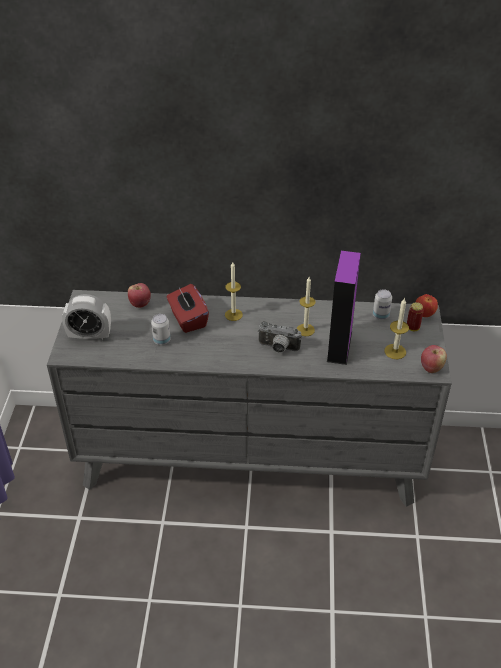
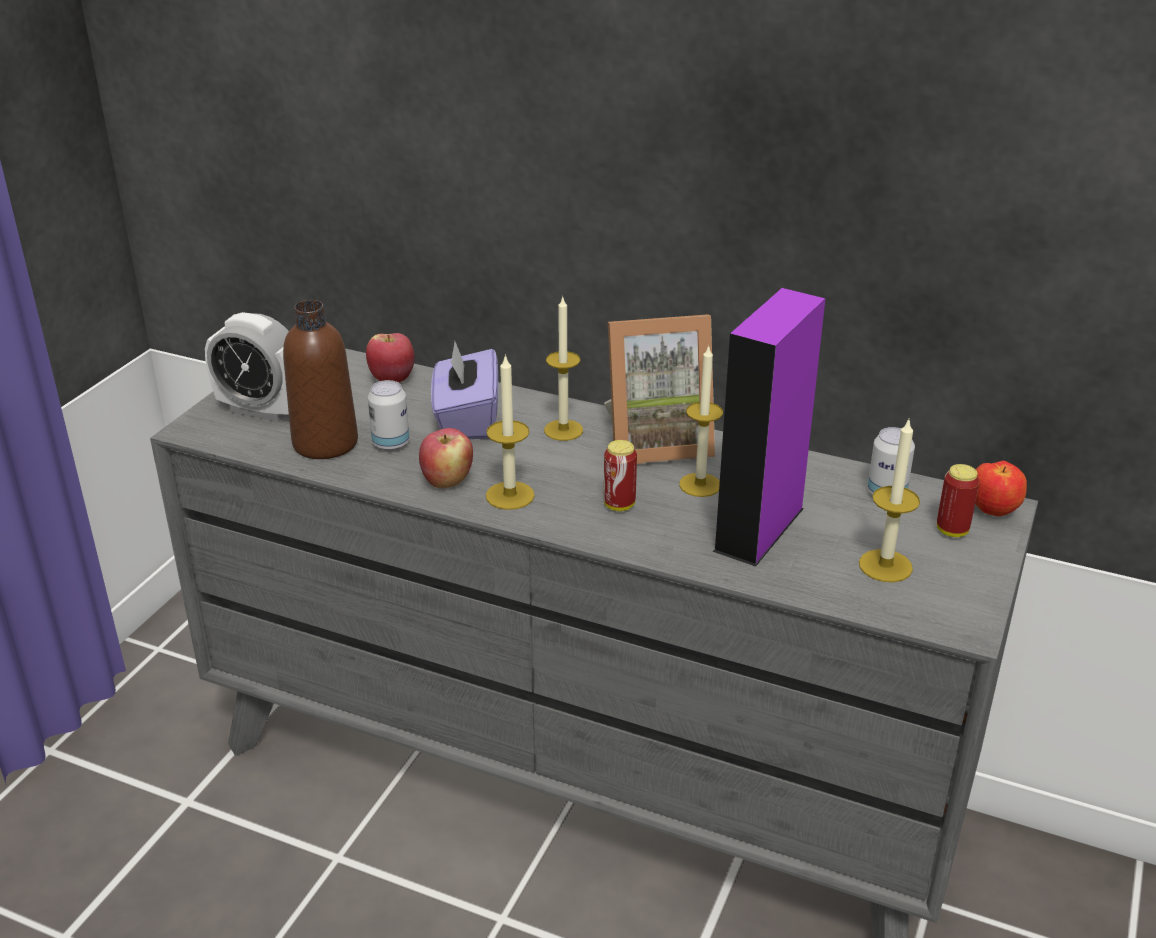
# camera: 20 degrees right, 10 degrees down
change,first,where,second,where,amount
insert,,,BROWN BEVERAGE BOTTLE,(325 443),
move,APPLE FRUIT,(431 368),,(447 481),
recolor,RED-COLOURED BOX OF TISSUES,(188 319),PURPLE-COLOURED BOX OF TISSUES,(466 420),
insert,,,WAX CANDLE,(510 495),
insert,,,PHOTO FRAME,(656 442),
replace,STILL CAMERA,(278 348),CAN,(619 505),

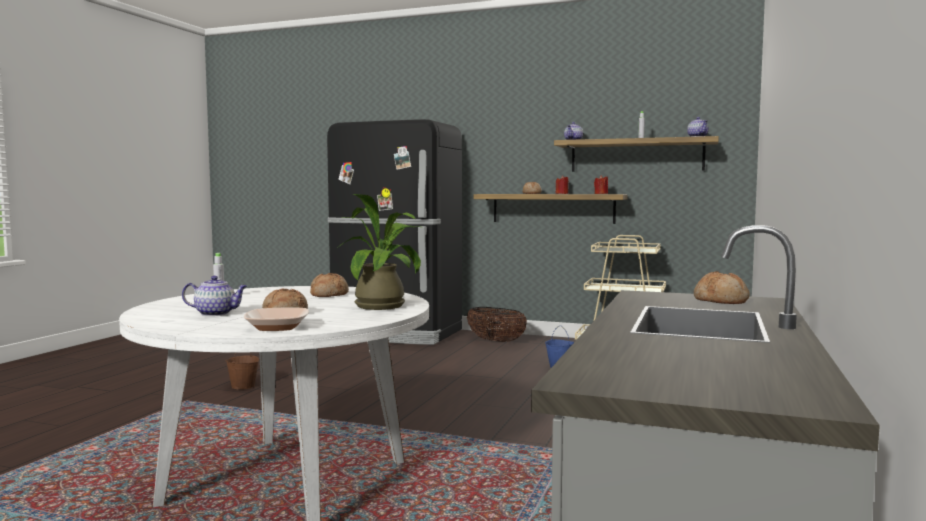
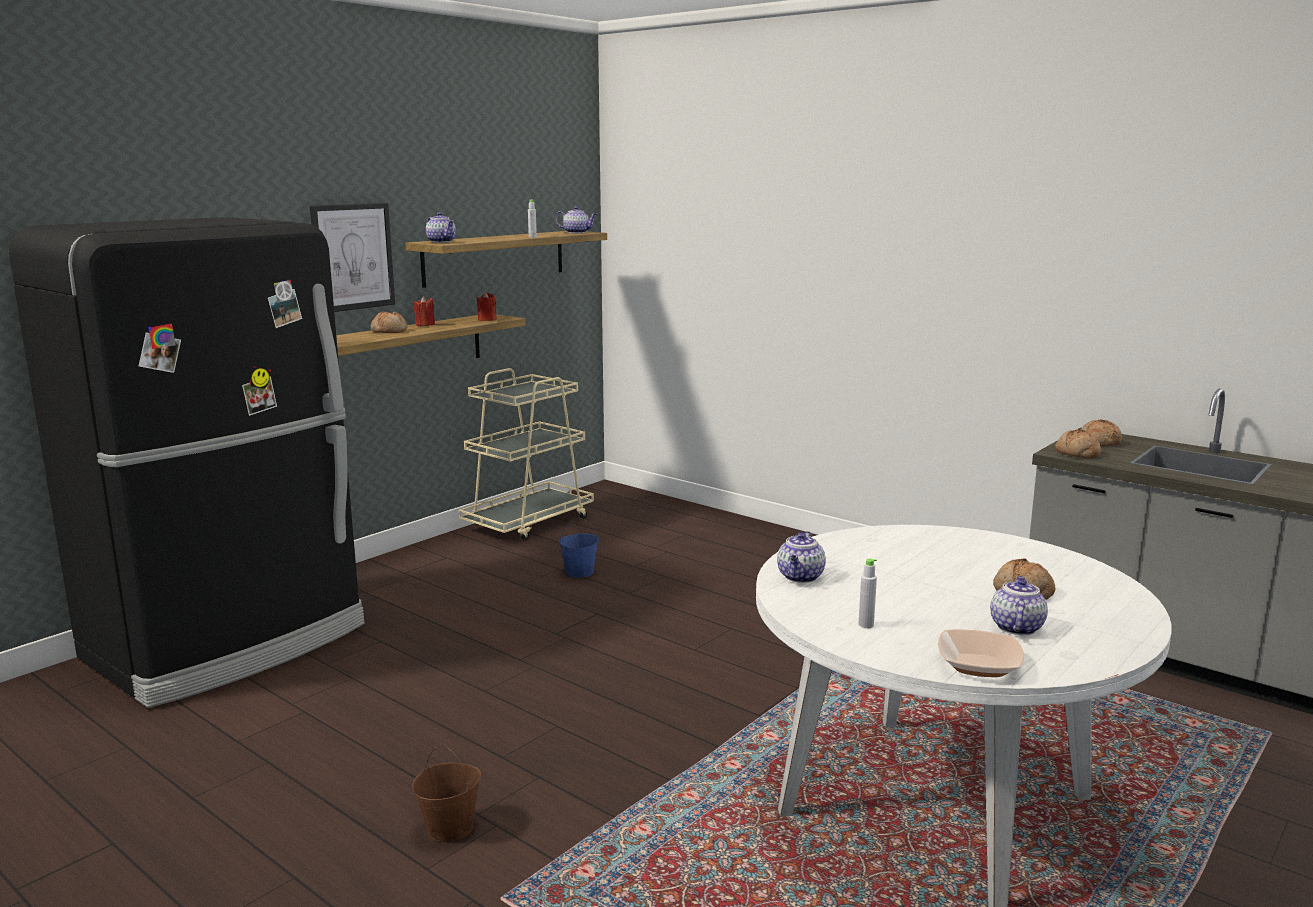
# camera: 70 degrees left, 10 degrees up
change,first,where,second,where,amount
insert,,,PICTURE,(353 257),
insert,,,POT FOR TEA,(800 577),
move,SERVING BOWL,(277 327),,(978 665),
move,BAKERY BREAD,(329 294),,(1076 453),
delete,PLANT IN A POT,(385 305),,,
delete,STORAGE BASKET,(496 341),,,

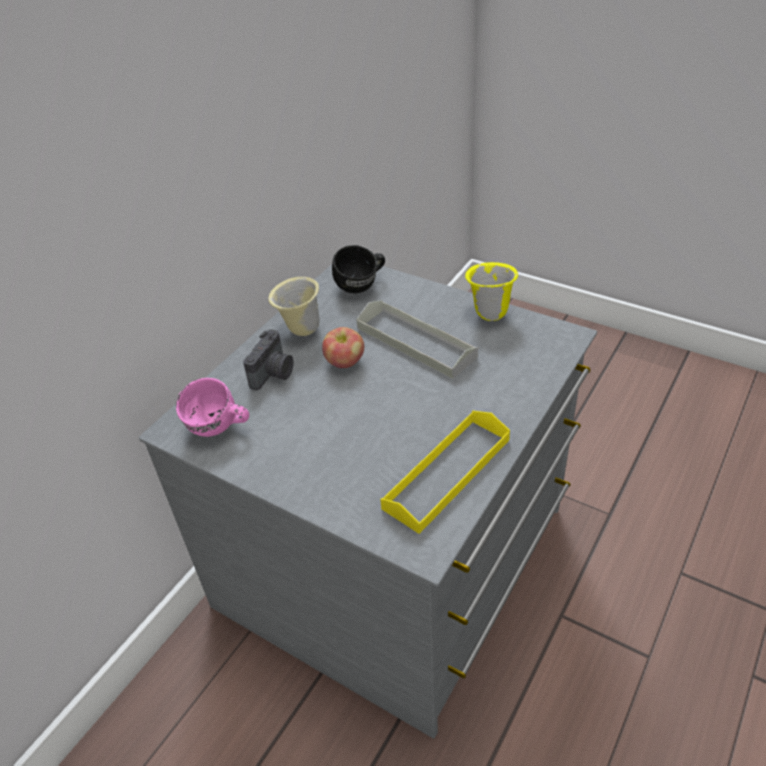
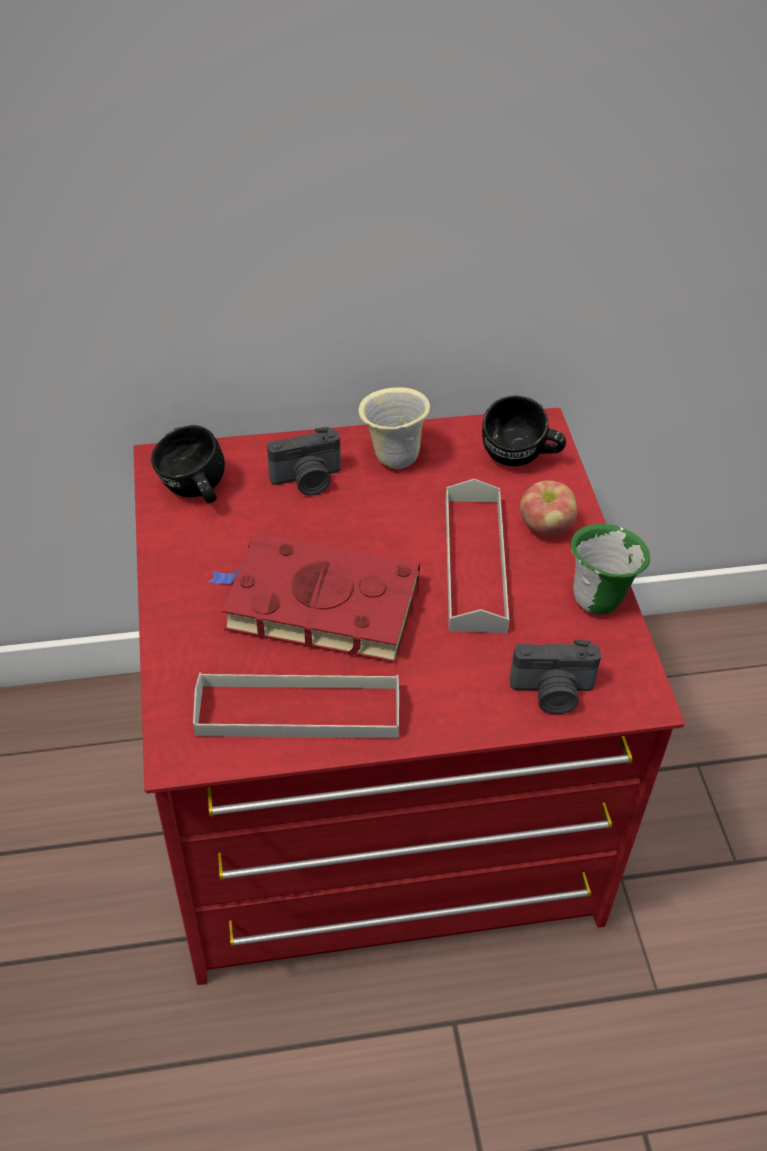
# camera: 45 degrees right, 5 degrees up
change,first,where,second,where,amount
recolor,GRAY DRESSER,(396 559),RED-COLOURED DRESSER,(377 801),
recolor,PINK-COLOURED COFFEE MUG,(219 429),BLACKISH COFFEE MUG,(193 493),
recolor,YELLOW-COLOURED CARRYING TRAY,(447 473),GRAY CARRYING TRAY,(298 711),
insert,,,RED-COLOURED BOOK,(317 604),
insert,,,STILL CAMERA,(552 693),
move,APPLE FRUIT,(345 362),,(545 527),
recolor,YELLOW-COLOURED COFFEE MUG,(489 313),GREEN-COLOURED COFFEE MUG,(599 598),

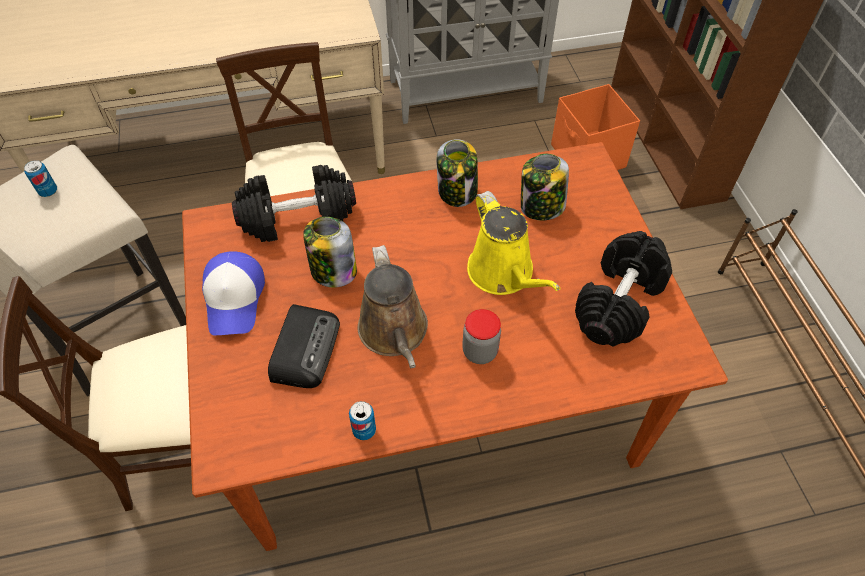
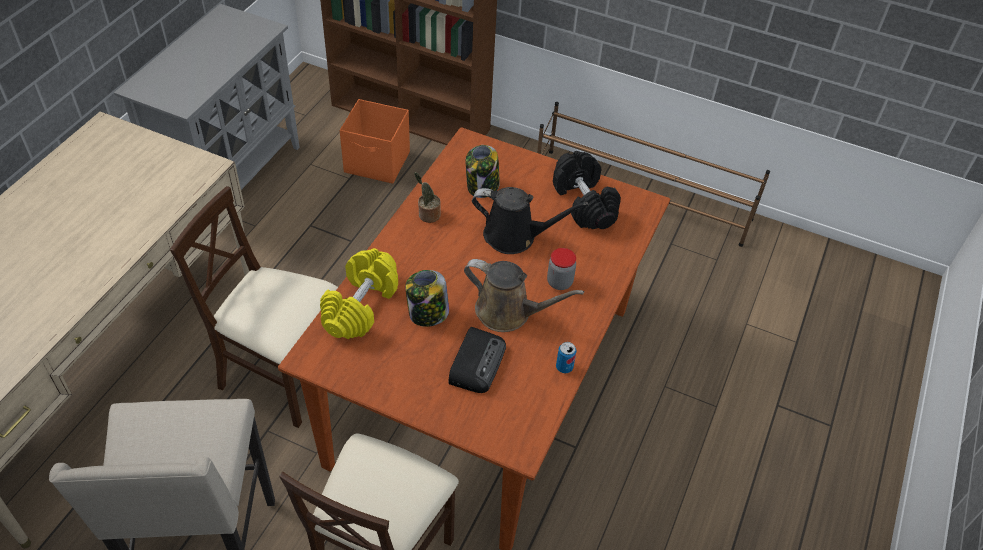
# camera: 55 degrees left, 5 degrees down
change,first,where,second,where,amount
recolor,BLACKISH DUMBBELL,(298 217),YELLOW-COLOURED DUMBBELL,(360 305),
replace,STORAGE JAR,(457 192),PLANT IN A POT,(427 215),
rotate,RADIO,(305 348),,(477 362),60 degrees clockwise
recolor,YELLOW-COLOURED SPRINKLING CAN,(503 274),BLACKISH SPRINKLING CAN,(515 236),
delete,CAN,(48 191),,,
delete,PEAKED CAP,(235 299),,,

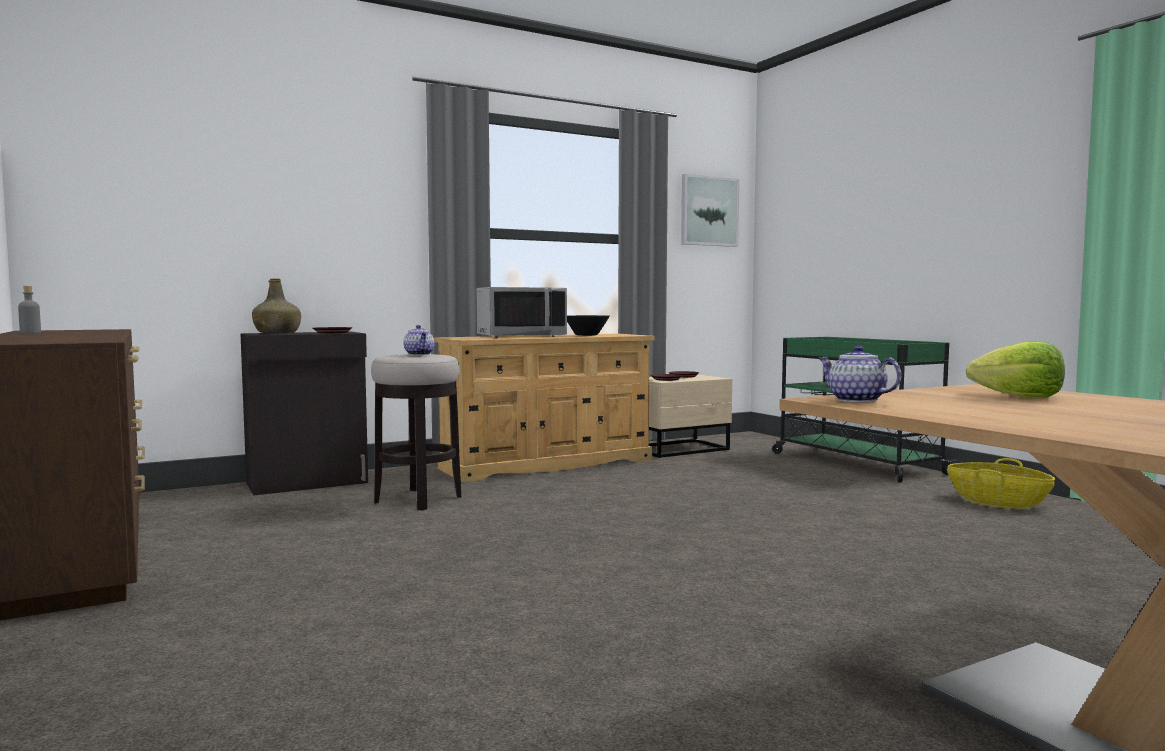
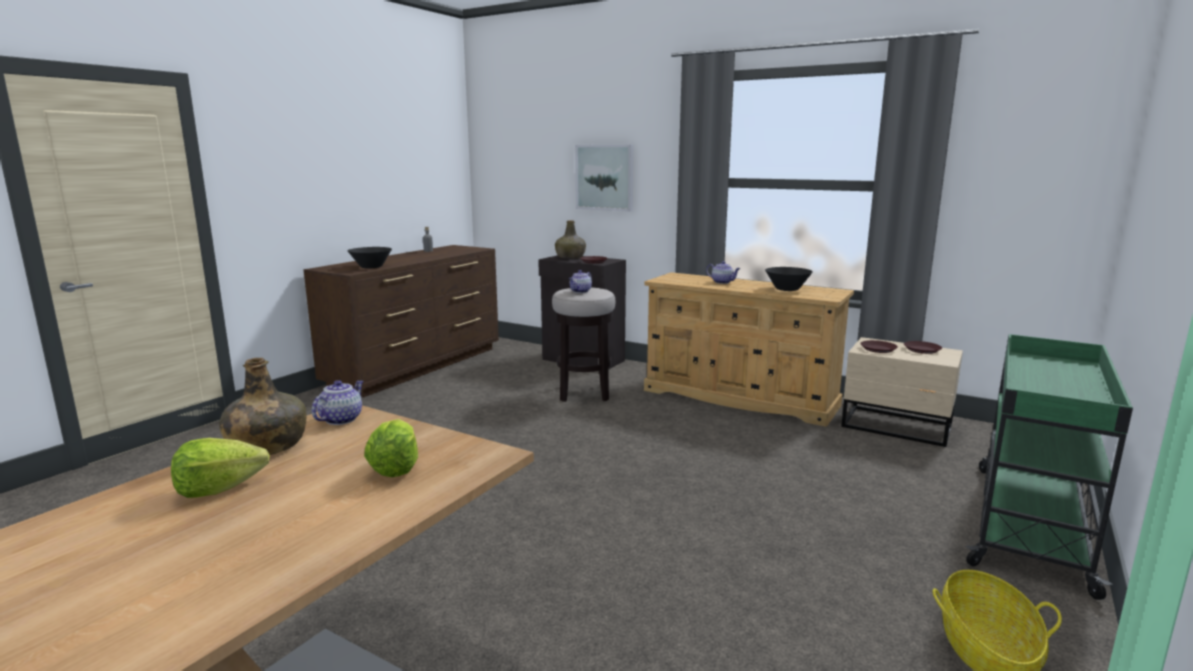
# camera: 60 degrees right, 10 degrees up
change,first,where,second,where,amount
insert,,,LETTUCE,(219 489),
insert,,,GREEN-COLOURED BEVERAGE BOTTLE,(266 446),
insert,,,BLACKISH SERVING BOWL,(371 267),
move,PICTURE,(708 211),,(604 177),
replace,GRAY MICROWAVE,(521 336),POT FOR TEA,(723 282),

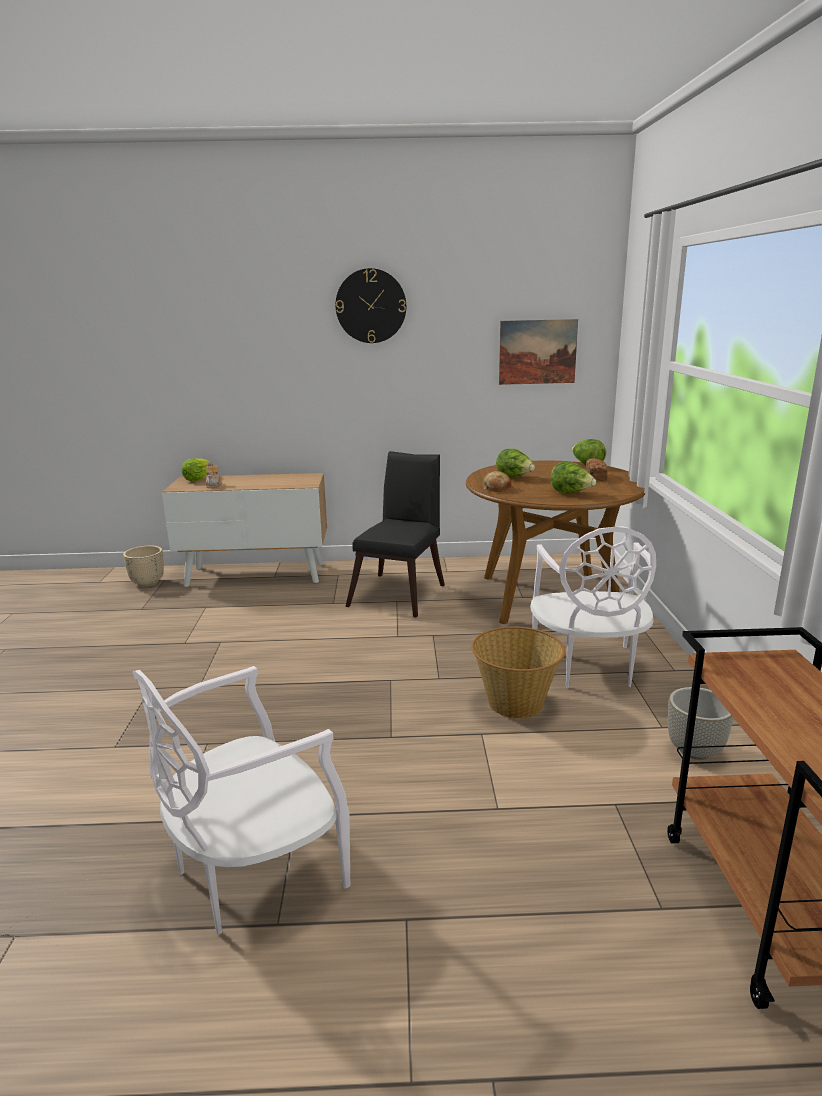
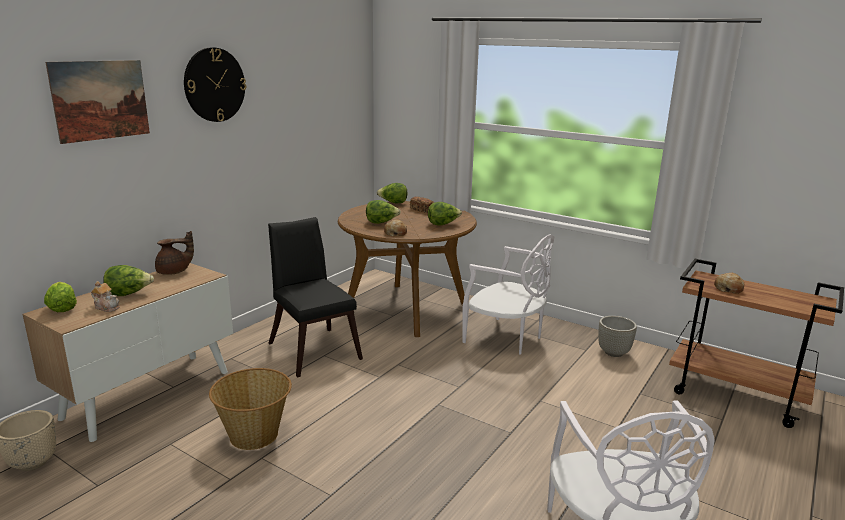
# camera: 55 degrees left, 0 degrees up
change,first,where,second,where,amount
move,PICTURE,(537 352),,(101 100),
insert,,,LETTUCE,(129 294),
insert,,,BROWN POT FOR TEA,(174 272),
move,STORAGE BASKET,(515 704),,(254 435),
insert,,,BAKERY BREAD,(728 288),

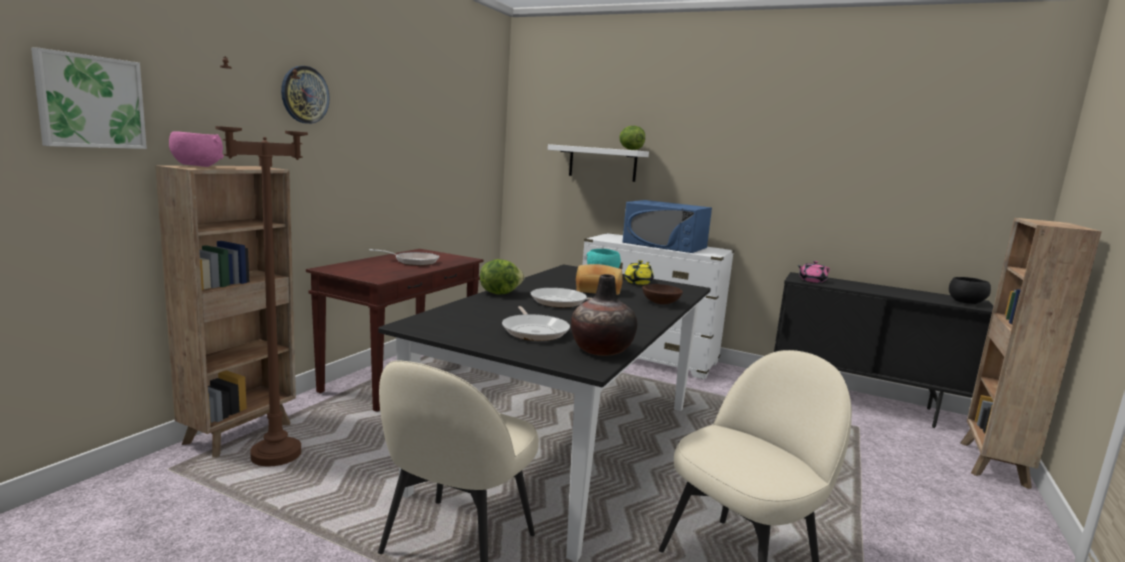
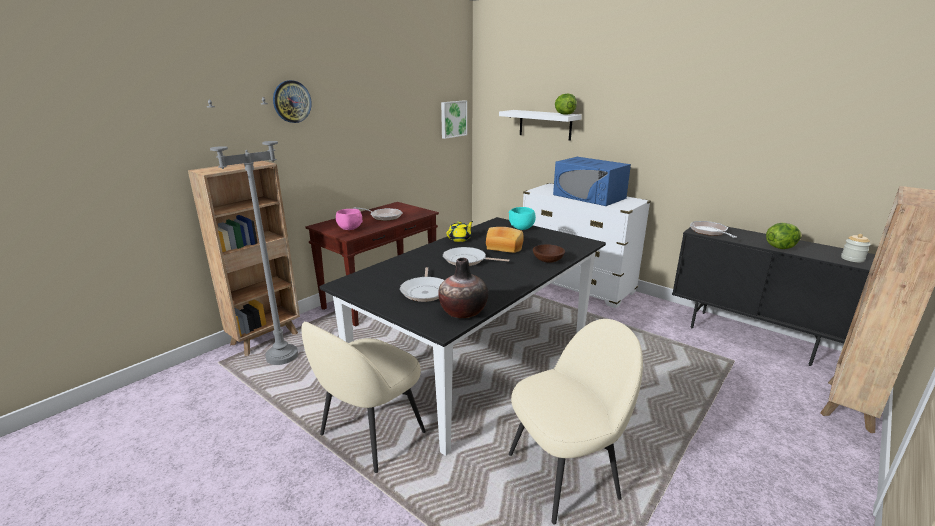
# camera: 15 degrees right, 10 degrees up
change,first,where,second,where,amount
recolor,BROWN FLOOR LAMP,(276 455),GRAY FLOOR LAMP,(282 356),
move,PINK-COLOURED SERVING BOWL,(197 166),,(349 228),
move,PICTURE,(90 102),,(453 119),
move,YELLOW-COLOURED POT FOR TEA,(638 282),,(460 239),
replace,PINK-COLOURED POT FOR TEA,(811 281),PAN,(710 232),
move,LETTUCE,(499 293),,(780 247),
replace,BLACKISH SERVING BOWL,(965 302),STORAGE JAR,(852 259),

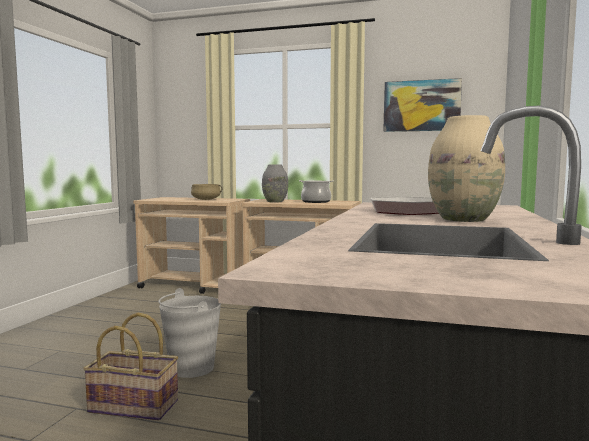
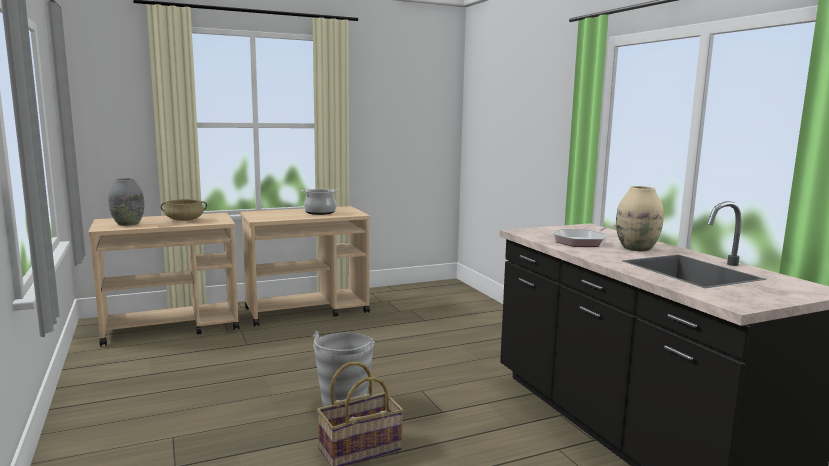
# camera: 40 degrees left, 5 degrees up
change,first,where,second,where,amount
move,GRAY FLOWER VASE,(274 201),,(128 224),
delete,PICTURE,(421 106),,,

